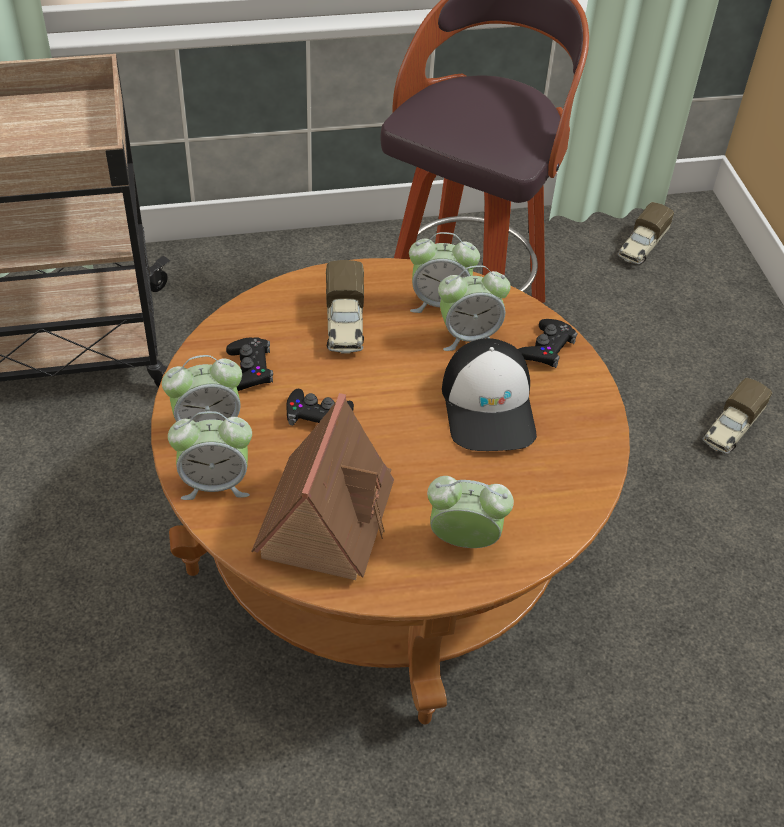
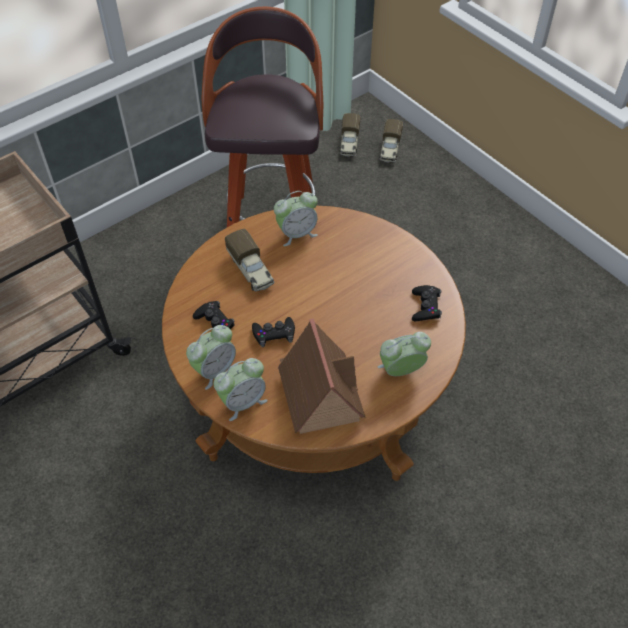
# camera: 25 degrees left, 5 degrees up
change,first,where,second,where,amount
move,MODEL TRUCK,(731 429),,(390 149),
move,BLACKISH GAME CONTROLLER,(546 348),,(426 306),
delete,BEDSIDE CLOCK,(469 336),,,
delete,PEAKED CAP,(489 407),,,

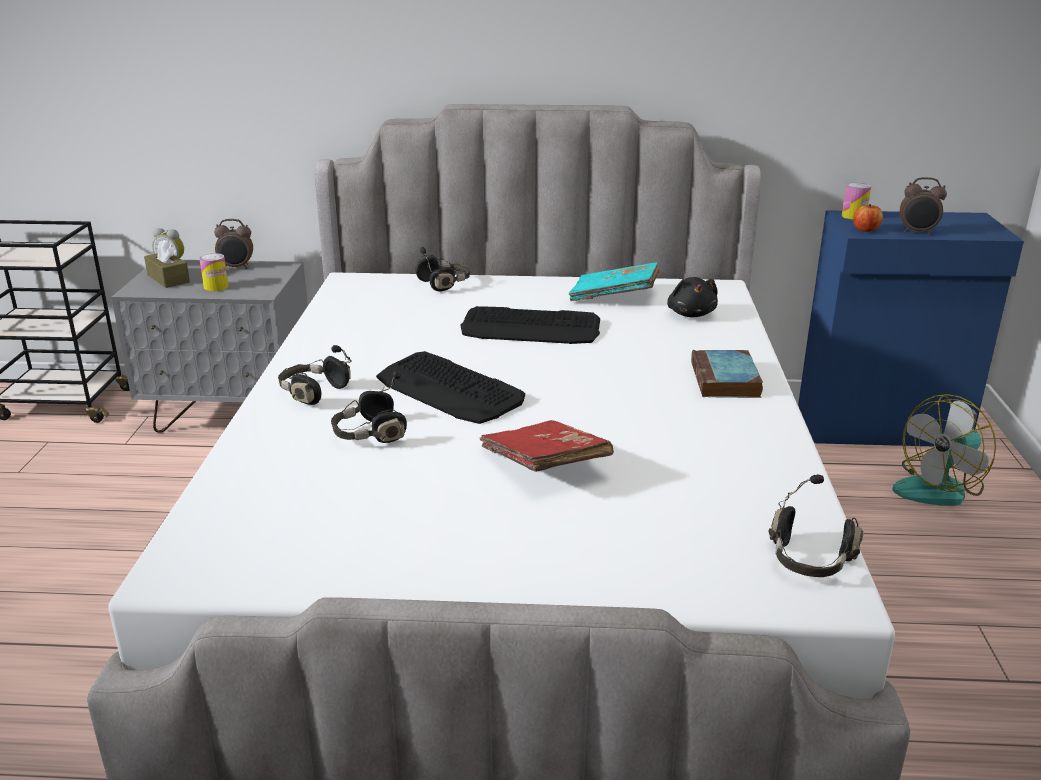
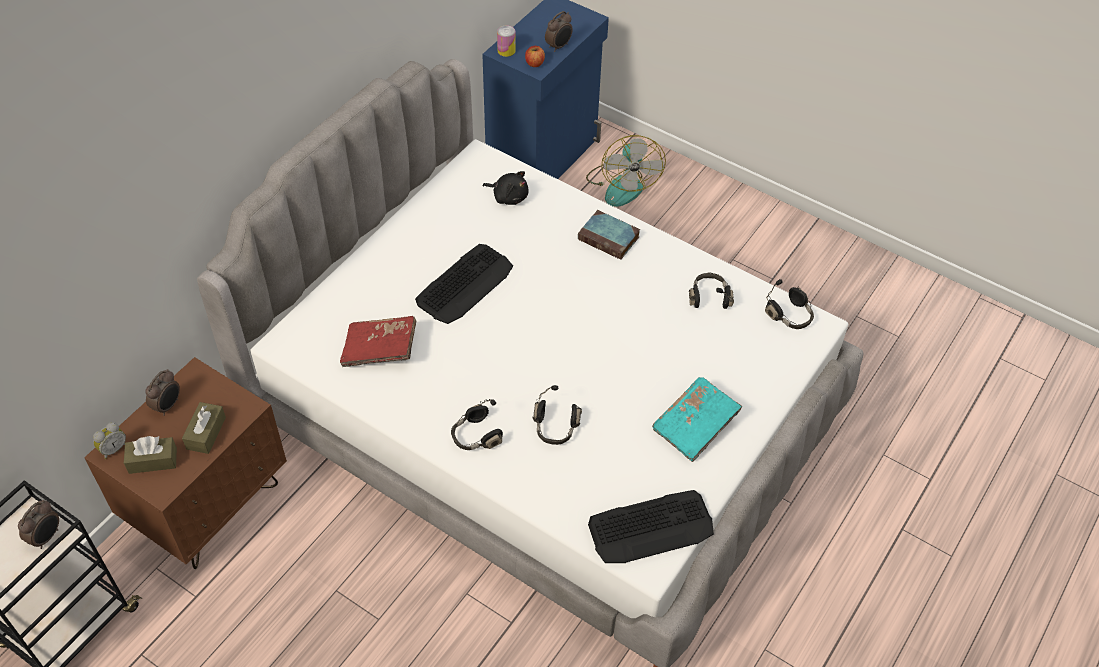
# camera: 60 degrees left, 25 degrees up
change,first,where,second,where,amount
insert,,,BEDSIDE CLOCK,(47 537),
recolor,GRAY NIGHT TABLE,(232 415),BROWN NIGHT TABLE,(209 506),
replace,CAN,(216 287),BROWN BOX OF TISSUES,(206 433),
move,RED-COLOURED BOOK,(544 464),,(380 349),
move,COMPUTER KEYBOARD,(449 390),,(651 528),
move,TURQUOISE-COLOURED BOOK,(614 297),,(695 426),
move,BLACKISH PAIR OF HEADPHONES,(444 284),,(709 297),

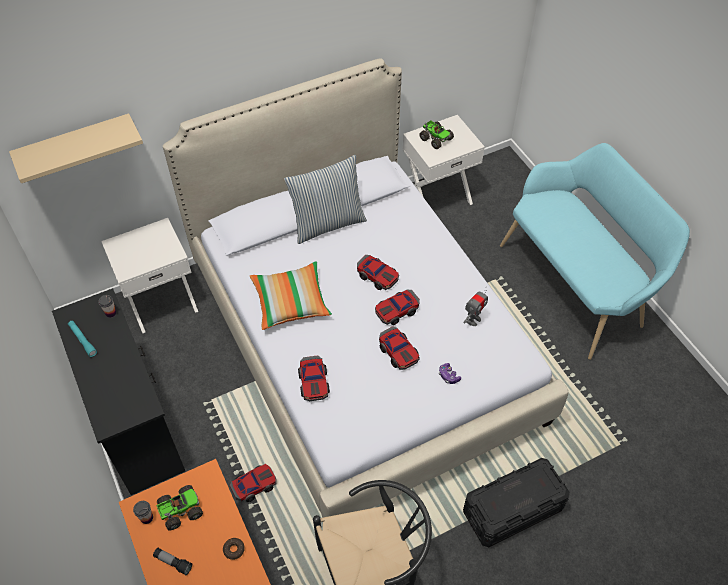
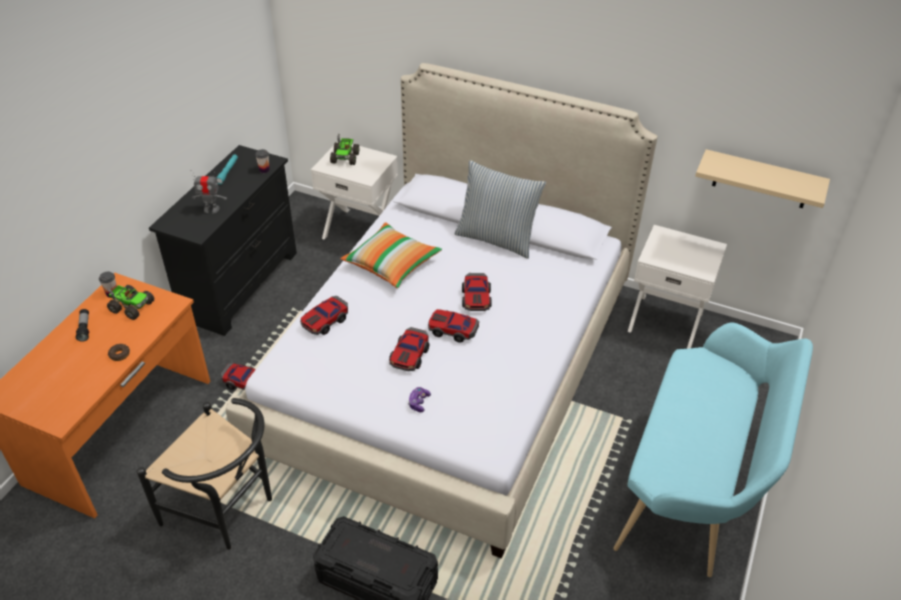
# camera: 50 degrees right, 10 degrees down
change,first,where,second,where,amount
move,ROBOT FIGURE,(473 320),,(211 209),
move,MODEL TRUCK,(435 138),,(345 157),
move,SAND-COLOURED WALL SHELF,(75 146),,(761 180),

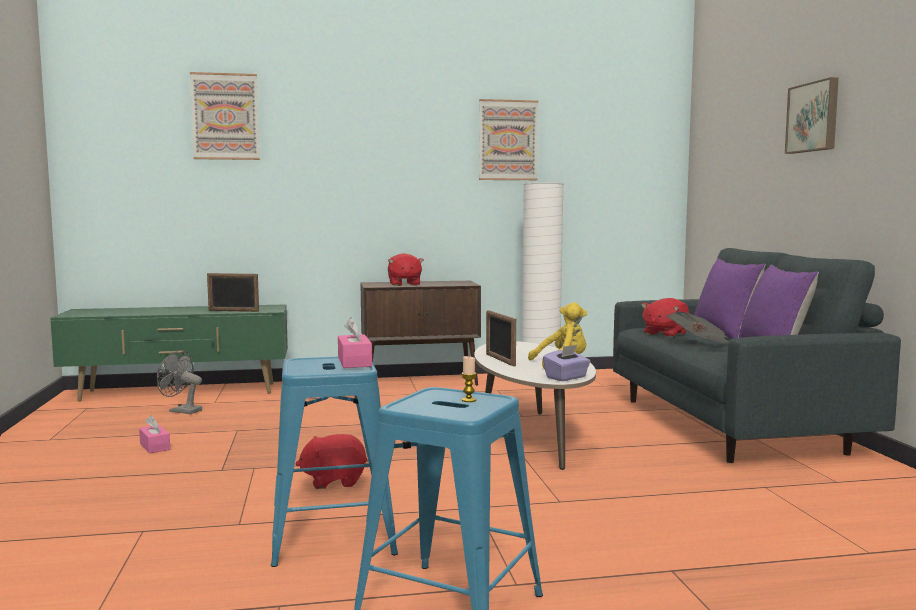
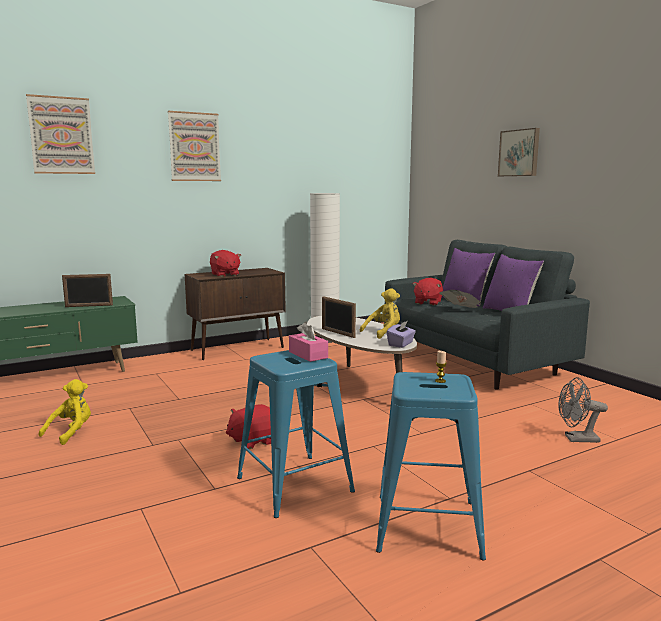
# camera: 20 degrees left, 5 degrees up
change,first,where,second,where,amount
replace,PINK-COLOURED BOX OF TISSUES,(155 446),YELLOW-COLOURED SOFT TOY,(71 432),
move,PICTURE,(508 140),,(194 147),
move,GRAY ELECTRIC FAN,(181 411),,(576 439),

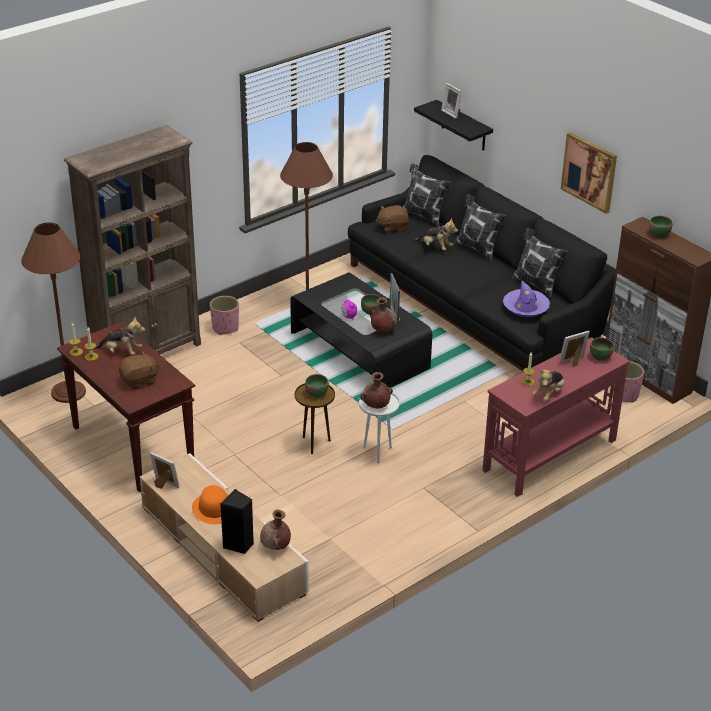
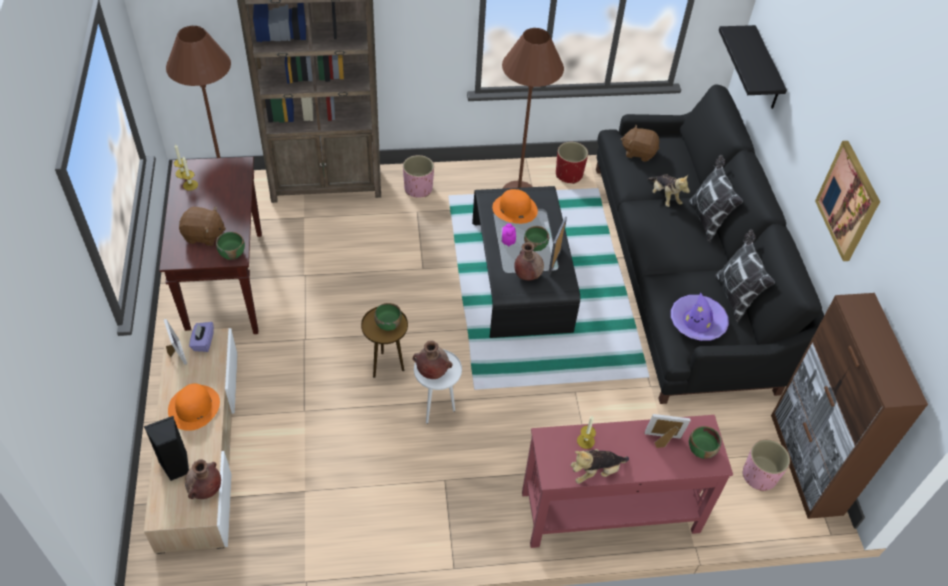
# camera: 30 degrees right, 15 degrees up
change,first,where,second,where,amount
insert,,,PURPLE-COLOURED BOX OF TISSUES,(203 342),
move,GREEN-COLOURED SERVING BOWL,(659 234),,(232 253),
insert,,,ORANGE HAT,(514 209),
insert,,,RED-COLOURED PLANT POT,(569 174),
delete,SOFT TOY,(121 352),,,
delete,THROW PILLOW,(423 216),,,
delete,PHOTO FRAME,(452 113),,,

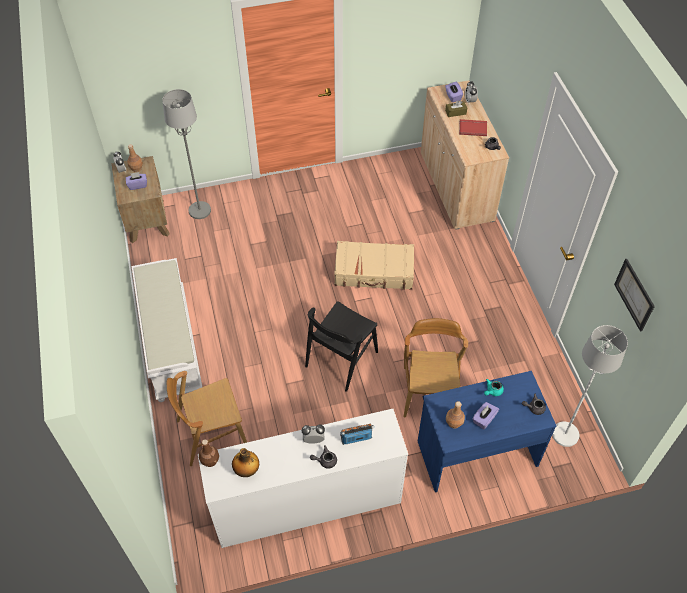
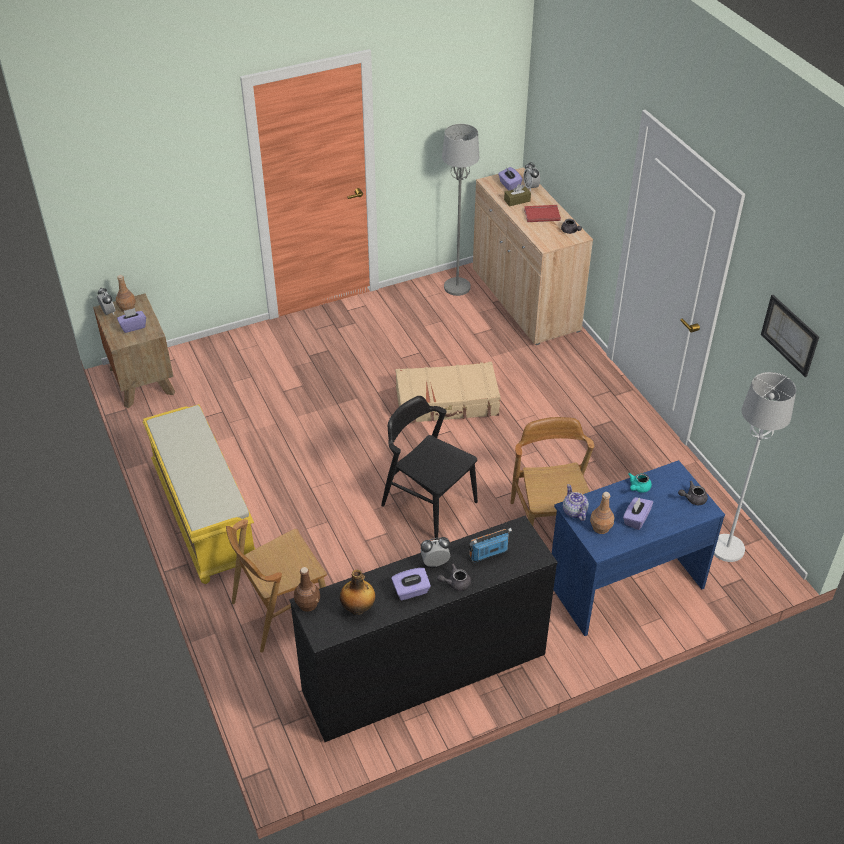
# camera: 10 degrees left, 10 degrees down
change,first,where,second,where,amount
recolor,WHITE INDOOR BENCH,(170 343),YELLOW-COLOURED INDOOR BENCH,(203 514),
recolor,WHITE DRESSER,(306 503),BLACKISH DRESSER,(424 673),
rotate,BLACKISH CHAIR,(341 359),,(429 503),105 degrees clockwise
insert,,,PURPLE-COLOURED BOX OF TISSUES,(411 591),
move,GRAY FLOOR LAMP,(199 210),,(457 287),
insert,,,POT FOR TEA,(574 511),

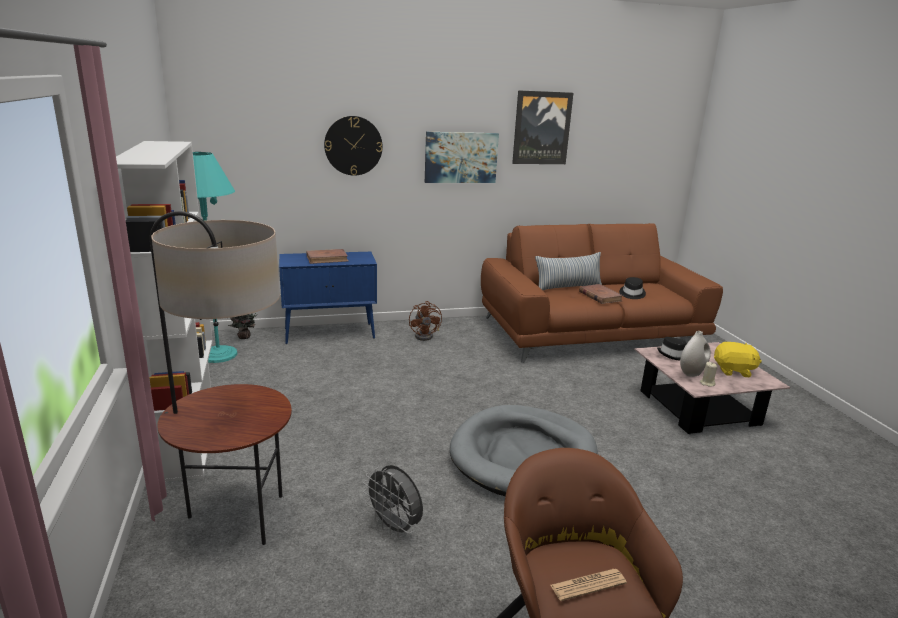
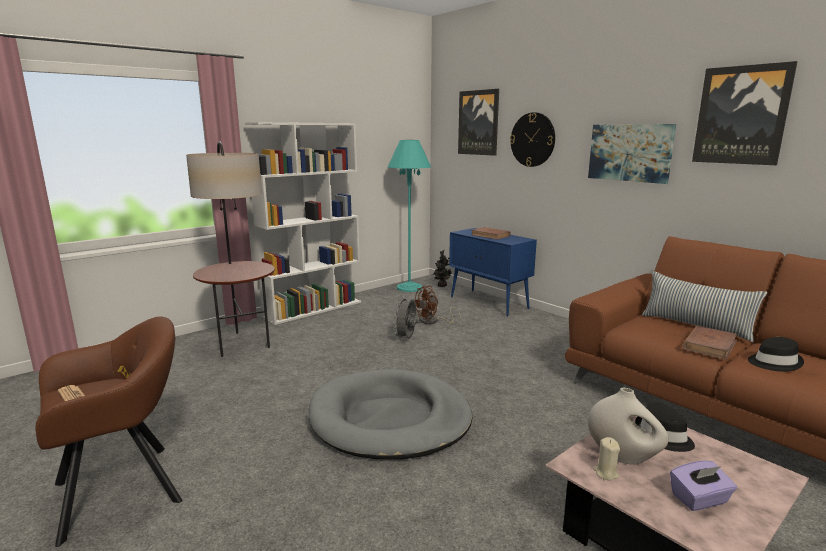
# camera: 65 degrees right, 5 degrees down
change,first,where,second,where,amount
move,GRAY ELECTRIC FAN,(395 527),,(406 339),
move,BROWN ELECTRIC FAN,(426 336),,(433 321),
insert,,,PICTURE,(478 122),
replace,YELLOW-COLOURED SOFT TOY,(733 371),PURPLE-COLOURED BOX OF TISSUES,(699 499),

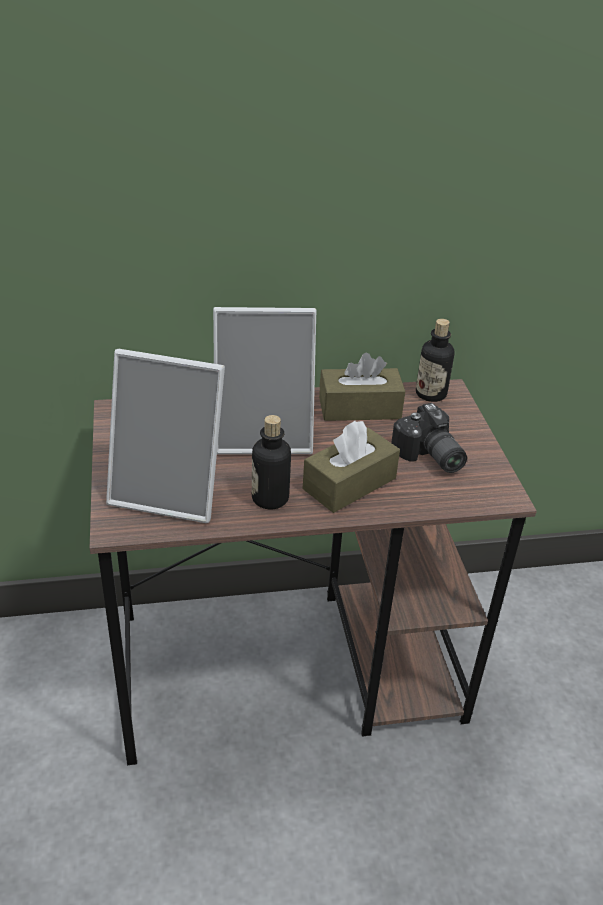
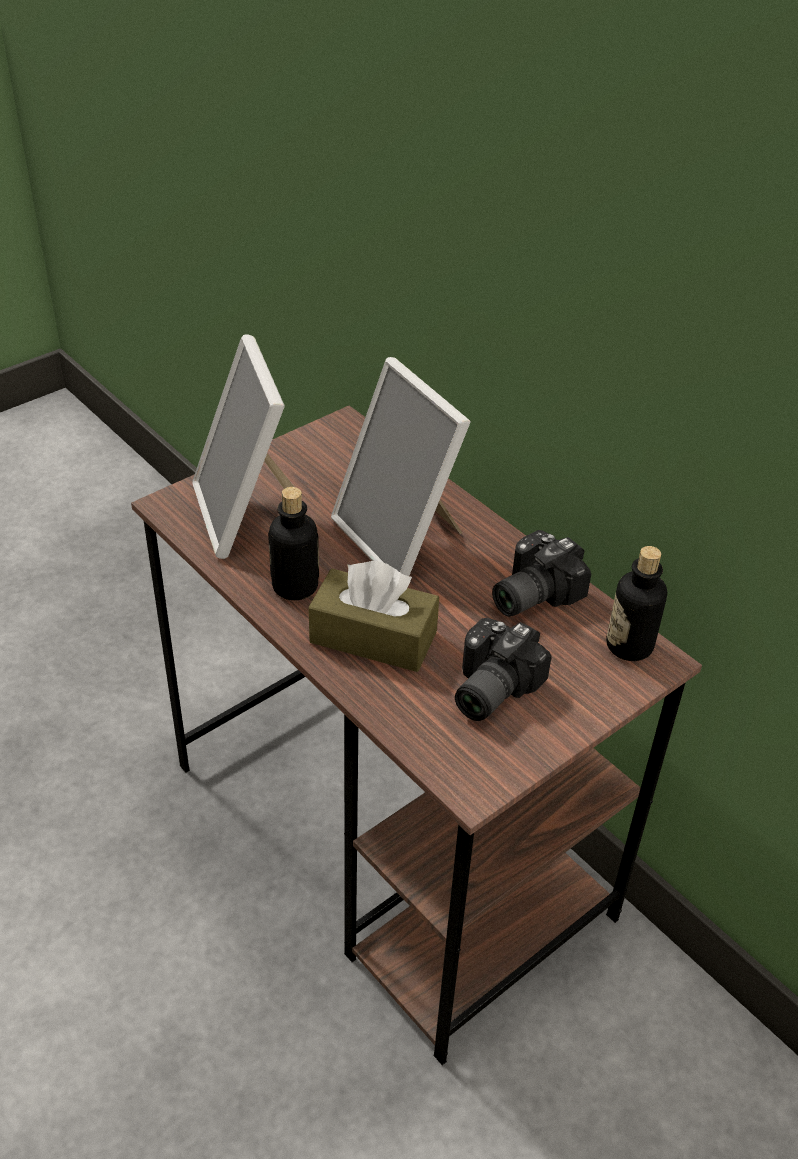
# camera: 60 degrees right, 5 degrees up
change,first,where,second,where,amount
replace,BROWN BOX OF TISSUES,(359 408),STILL CAMERA,(529 593),

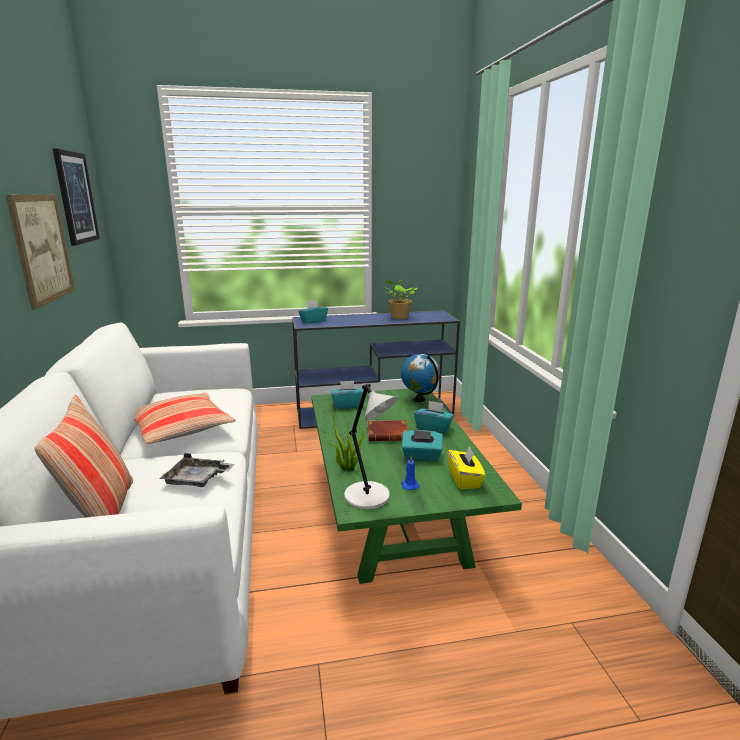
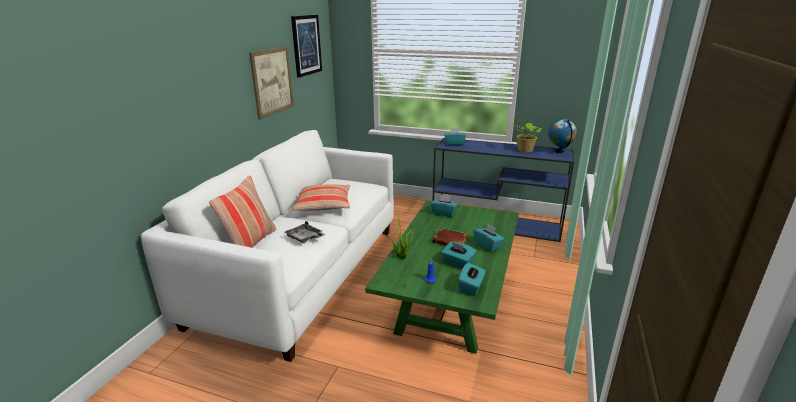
# camera: 30 degrees right, 5 degrees up
change,first,where,second,where,amount
recolor,YELLOW-COLOURED BOX OF TISSUES,(464 479),TURQUOISE-COLOURED BOX OF TISSUES,(471 287),
move,WORLD GLOBE,(419 399),,(559 151),
delete,GRAY LAMP FOR A TABLE,(369 497),,,

